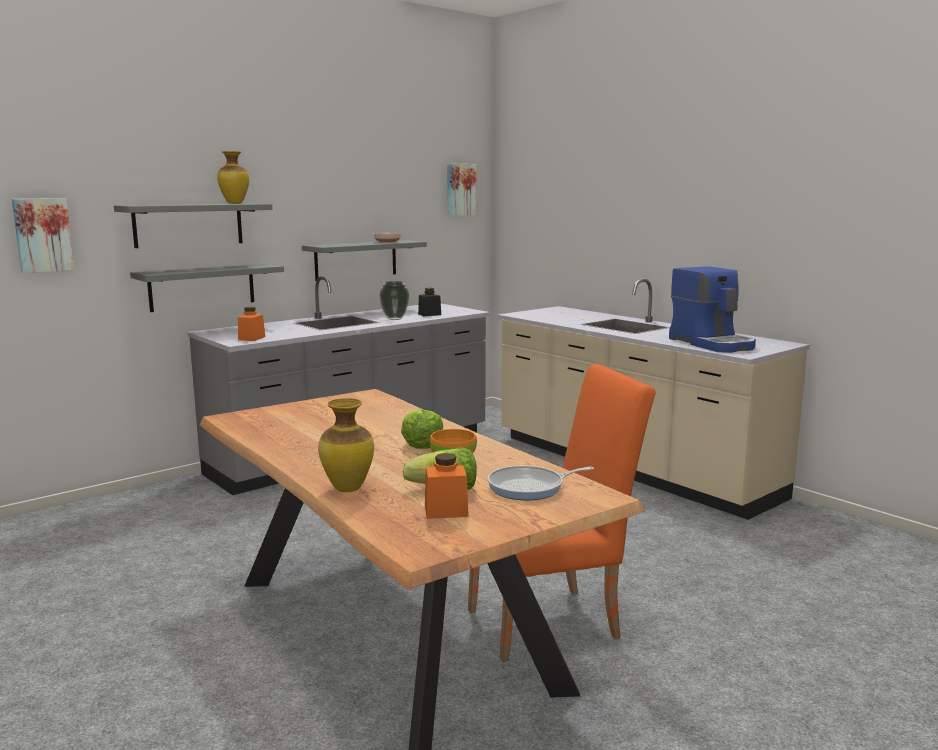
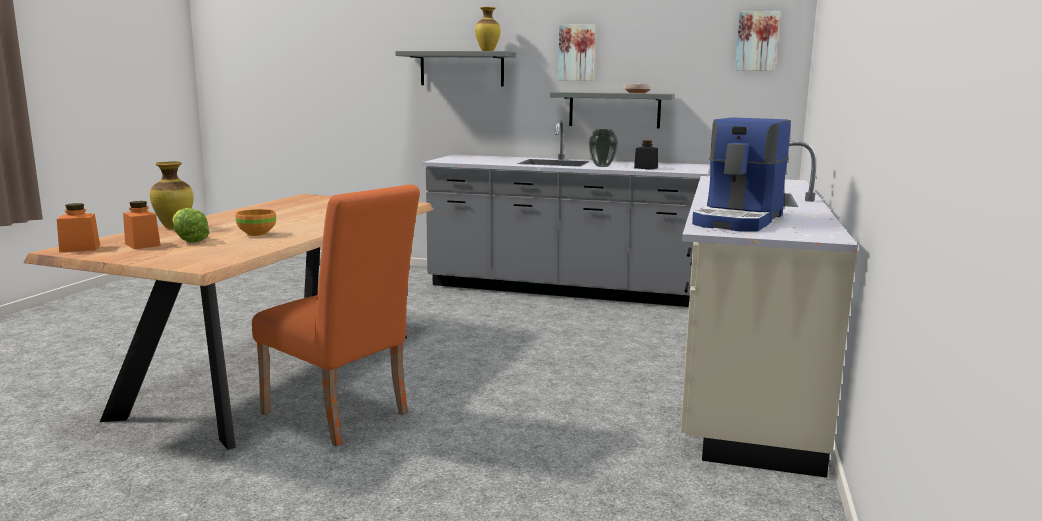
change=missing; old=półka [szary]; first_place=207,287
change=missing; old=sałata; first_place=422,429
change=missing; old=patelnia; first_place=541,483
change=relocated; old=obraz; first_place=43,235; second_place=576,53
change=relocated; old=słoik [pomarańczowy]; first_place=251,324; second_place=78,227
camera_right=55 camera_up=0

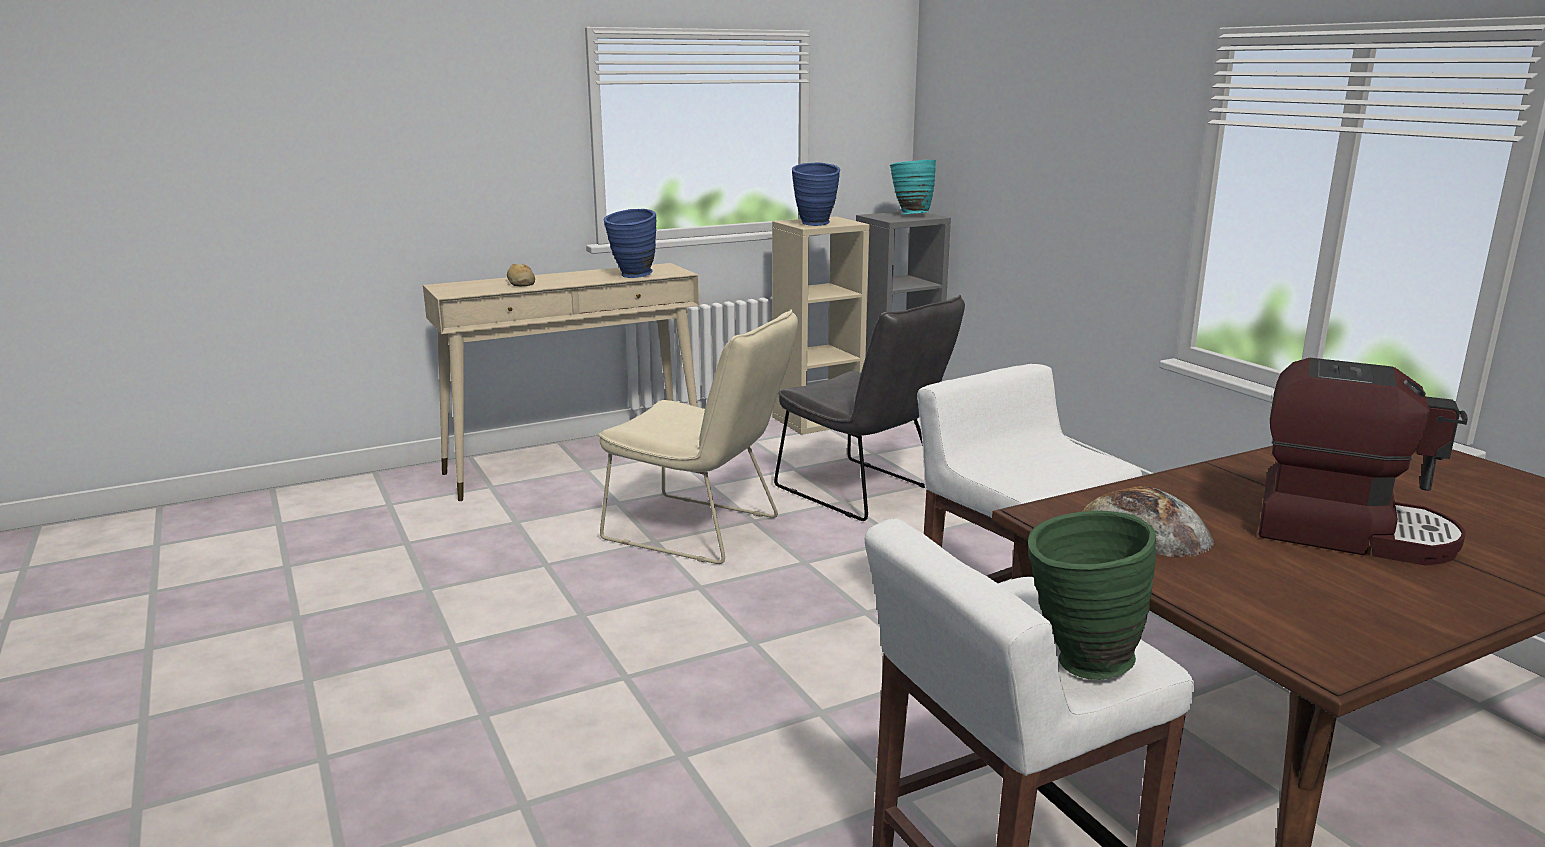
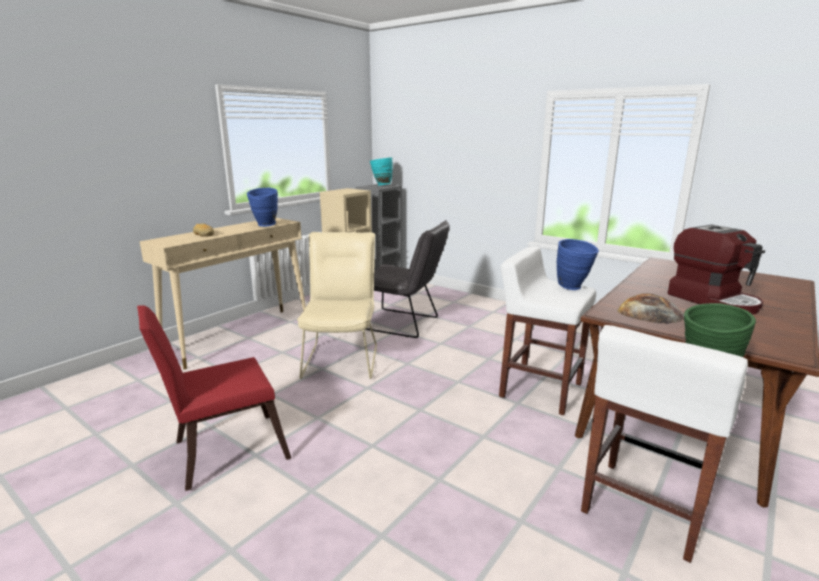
change=appeared; new=krzesło [czerwony]; second_place=214,398
change=relocated; old=wazon [niebieski]; first_place=816,194; second_place=578,264
change=spun; old=krzesło [beżowy]; first_place=698,436; second_place=337,305; degrees=-90
change=spun; old=ekspres do kawy; first_place=1363,462; second_place=716,269; degrees=60
camera_right=-25 camera_up=0

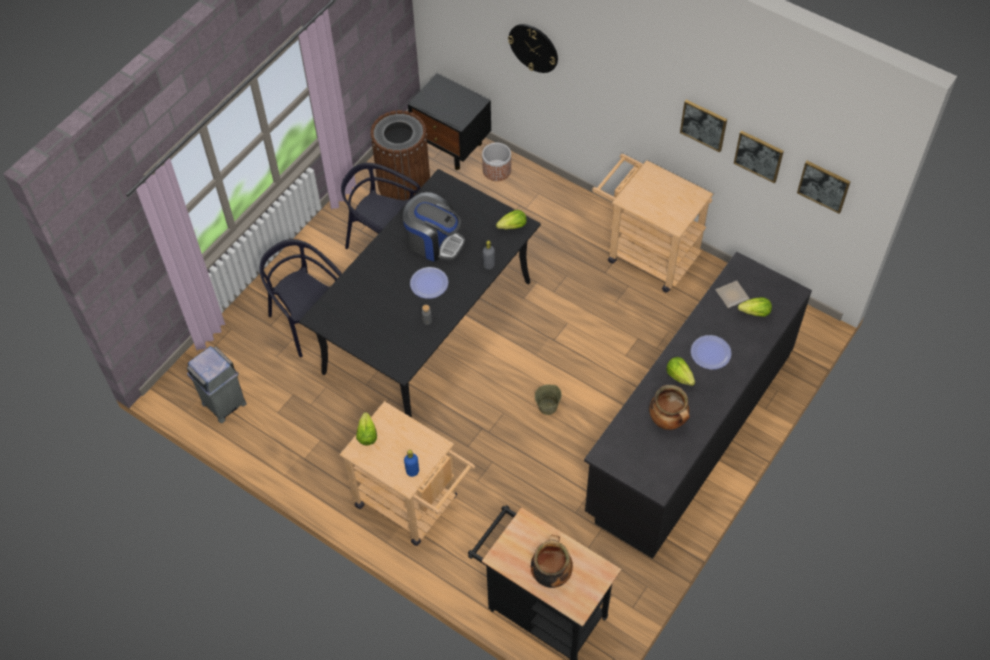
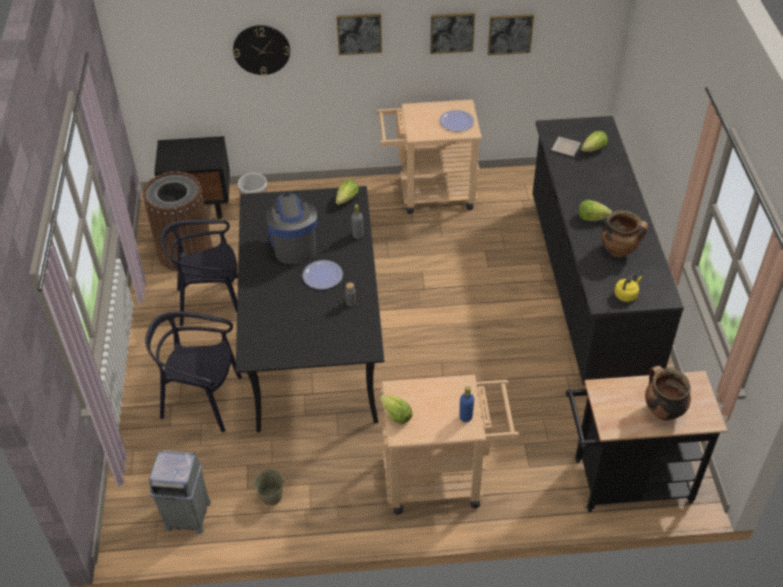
change=appeared; new=czajnik [żółty]; second_place=628,288
change=relocated; old=wiadro [beżowy]; first_place=548,399; second_place=269,487
change=relocated; old=talerz; first_place=711,352; second_place=456,121
change=relocated; old=obraz; first_place=824,187; second_place=359,34
change=spun; old=ekspres do kawy; first_place=434,227; second_place=291,228; degrees=-90
camera_right=-40 camera_up=-10

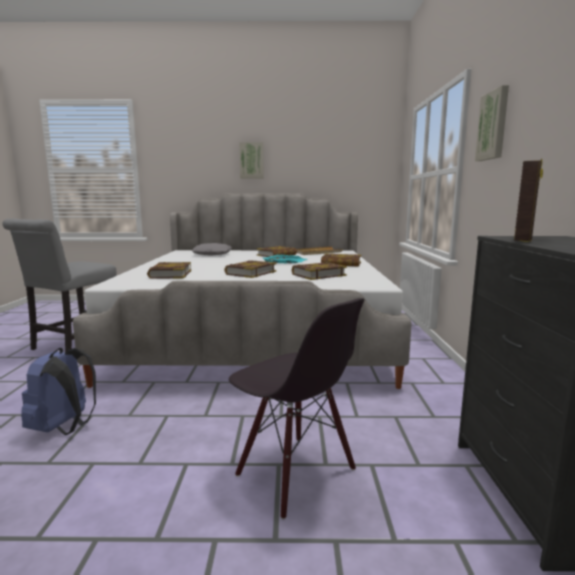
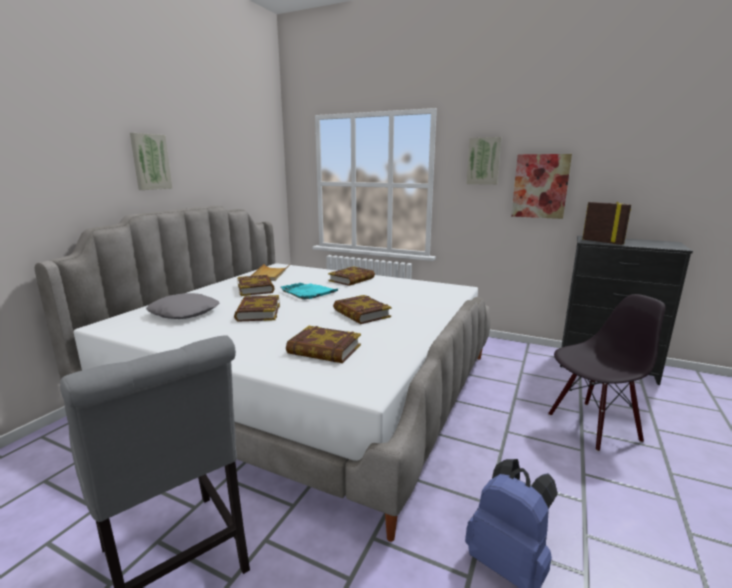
change=appeared; new=obraz; second_place=541,186
change=relocated; old=książka; first_place=319,271; second_place=257,308
camera_right=-65 camera_up=5

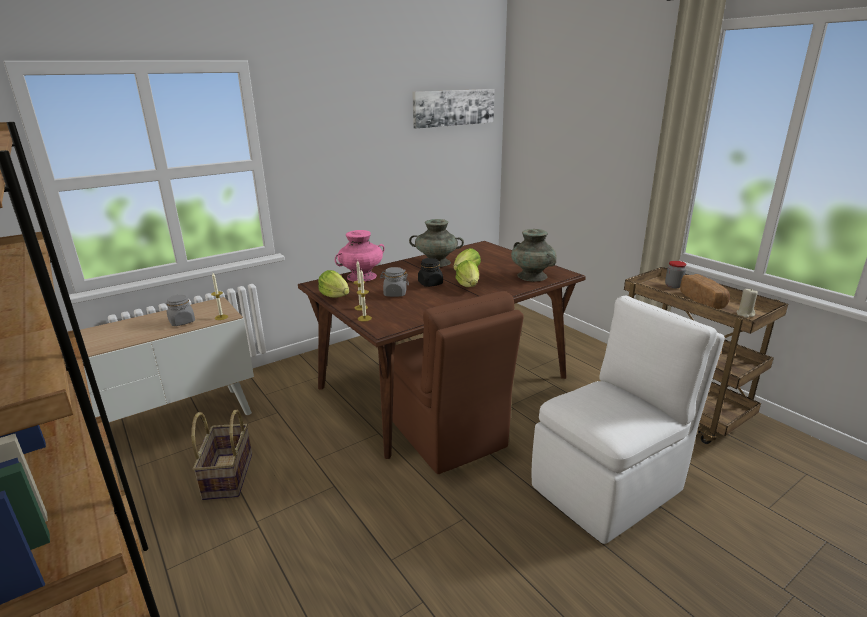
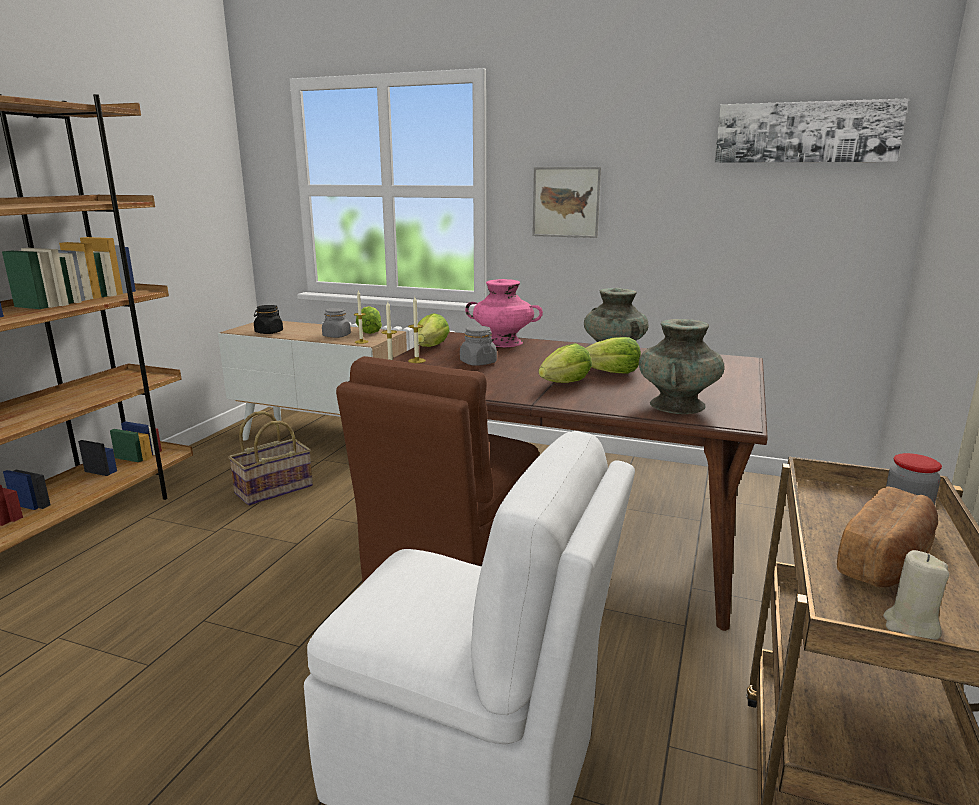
change=appeared; new=sałata; second_place=369,320
change=appeared; new=obraz; second_place=566,202
change=relocated; old=słoik [czarny]; first_place=430,272; second_place=268,319
camera_right=55 camera_up=-5

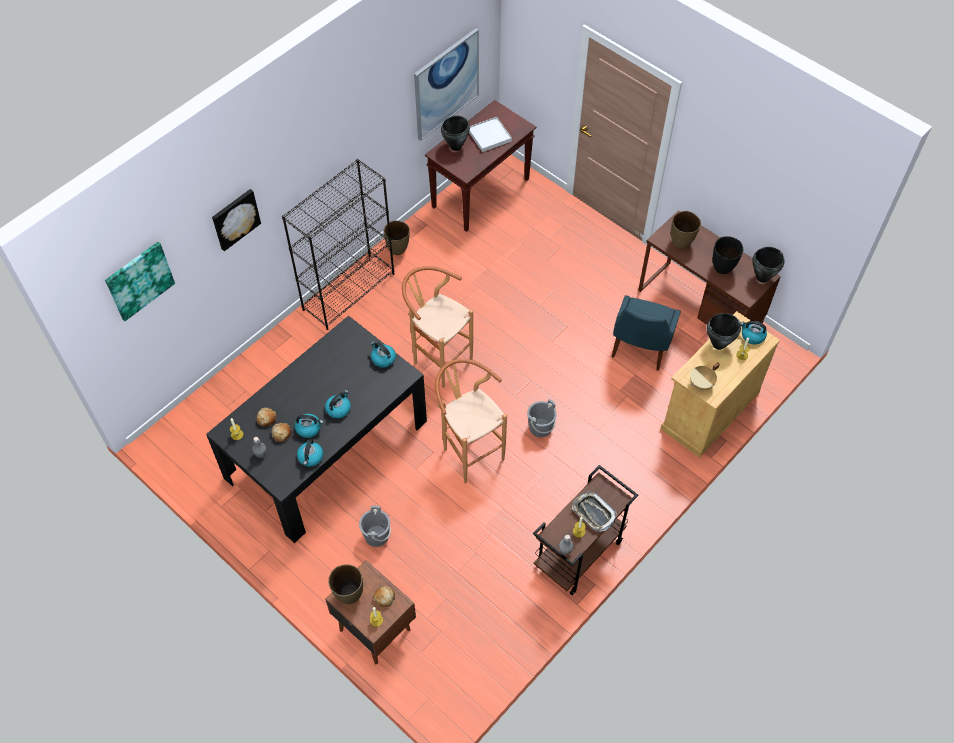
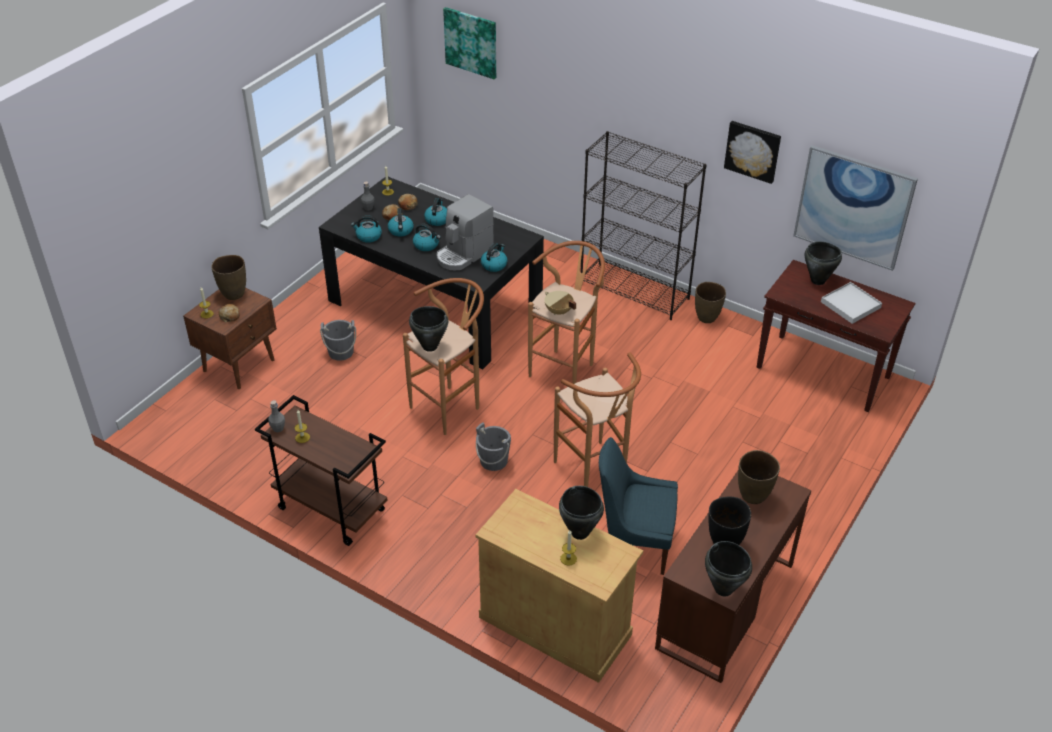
change=missing; old=taca; first_place=594,511
change=appeared; new=garnek [czarny]; second_place=428,329
change=appeared; new=ekspres do kawy; second_place=465,232
change=appeared; new=stołek [brązowy]; second_place=597,420
change=relocated; old=obraz; first_place=236,220; second_place=752,152
change=relocated; old=garnek [beżowy]; first_place=705,376; second_place=560,303
change=relocated; old=czajnik; first_place=753,332; second_place=435,212
camera_right=80 camera_up=-15

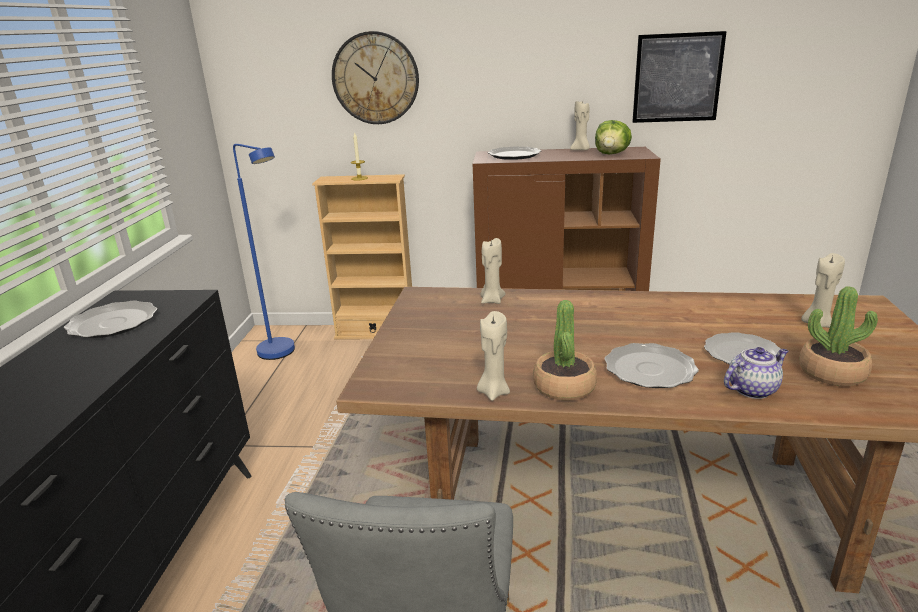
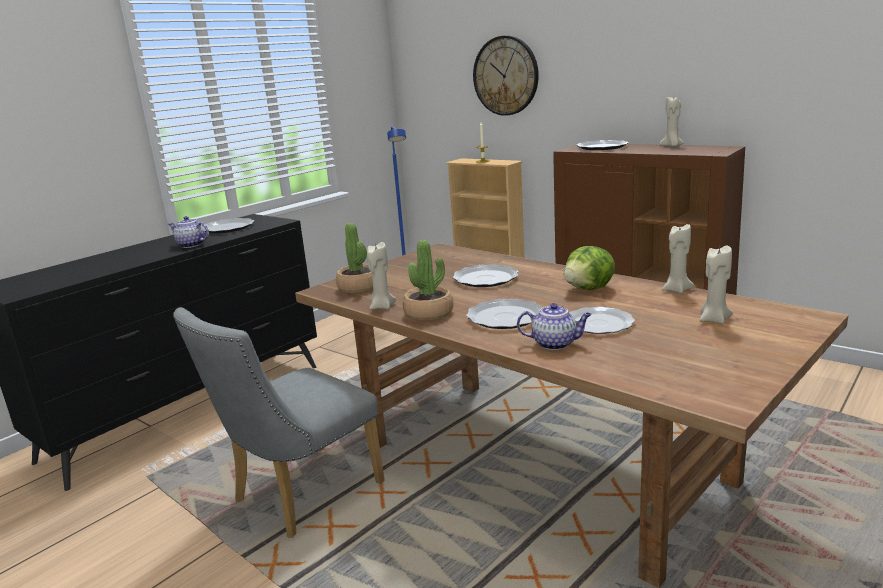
change=missing; old=obraz; first_place=679,77
change=appeared; new=imbryk; second_place=189,232
change=appeared; new=talerz; second_place=485,275
change=relocated; old=świeca [beżowy]; first_place=493,271; second_place=678,259
change=relocated; old=sałata; first_place=613,137; second_place=589,268
change=relocated; old=roślina doniczkowa; first_place=838,336; second_place=354,258
camera_right=35 camera_up=-5

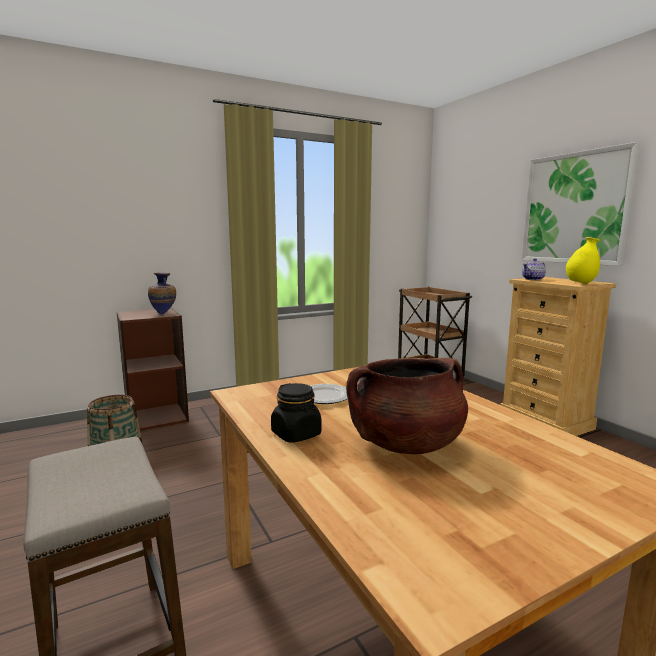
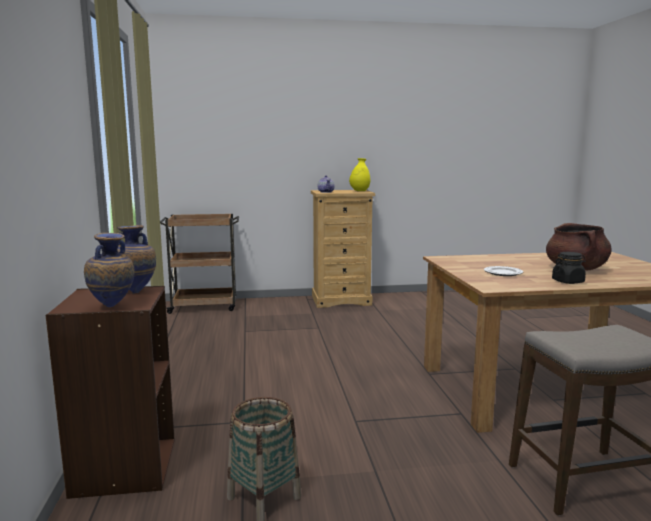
change=missing; old=obraz; first_place=581,204
change=appeared; new=wazon; second_place=109,270
camera_right=-70 camera_up=0

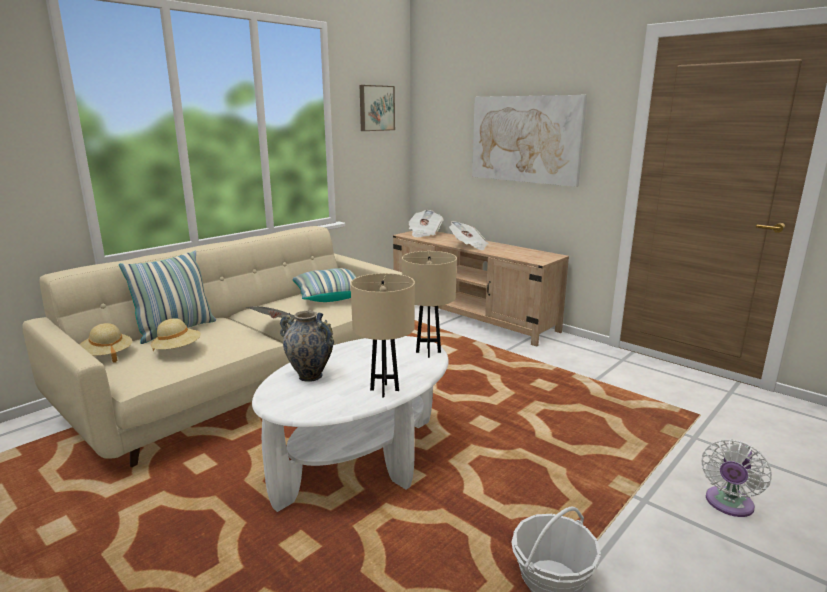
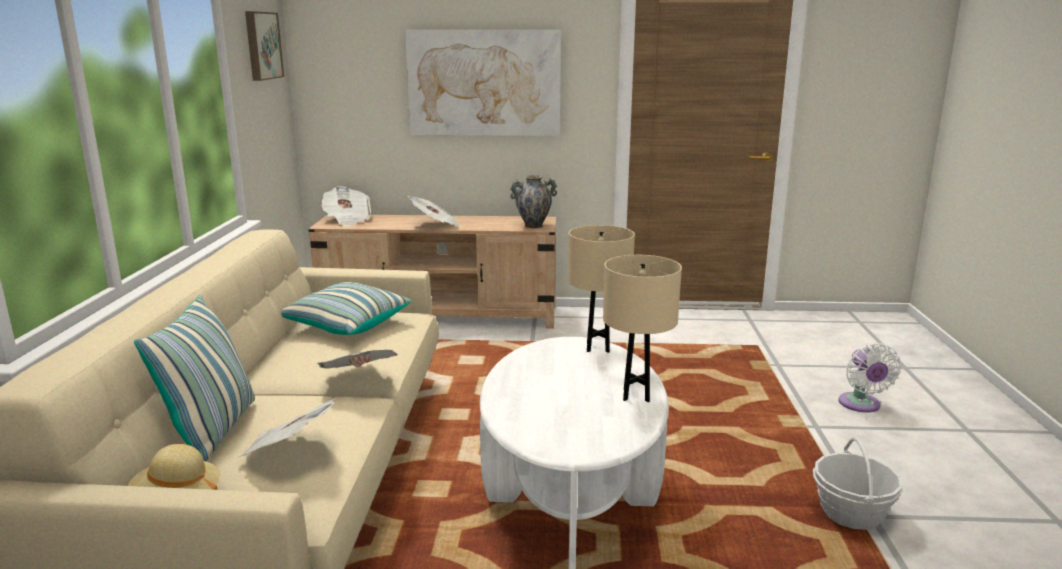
change=relocated; old=wazon; first_place=307,346; second_place=533,201
change=exchanged; old=kapelusz [beżowy]; new=gazeta; first_place=176,334; second_place=286,428
camera_right=-40 camera_up=0

